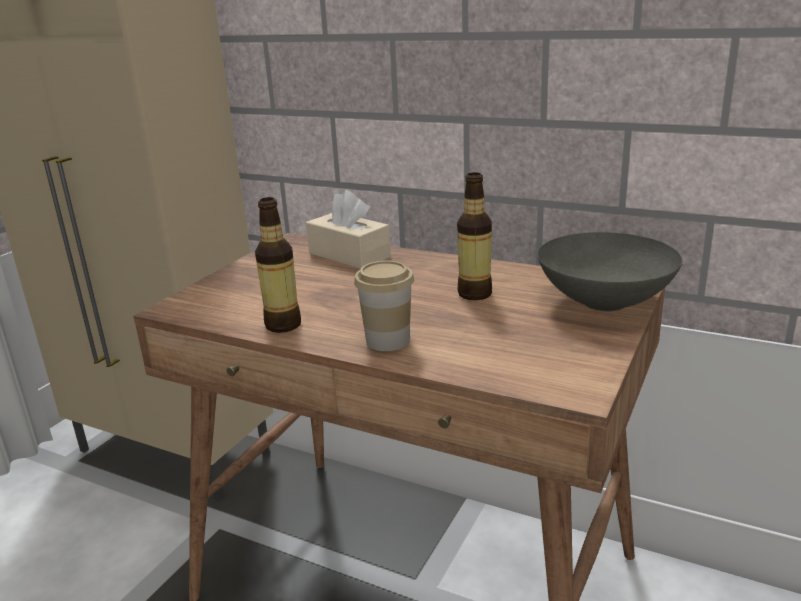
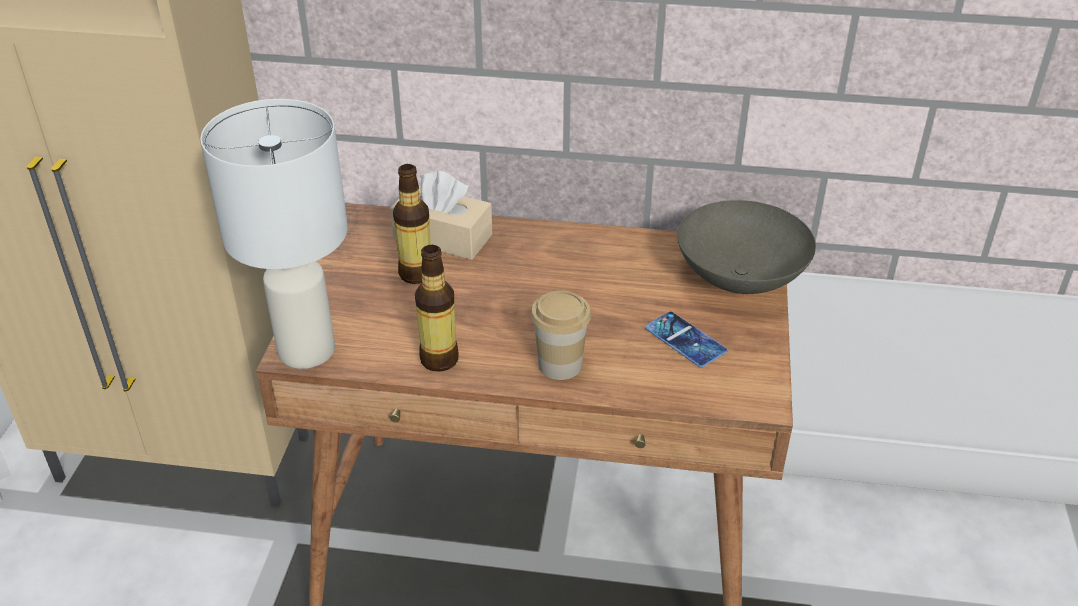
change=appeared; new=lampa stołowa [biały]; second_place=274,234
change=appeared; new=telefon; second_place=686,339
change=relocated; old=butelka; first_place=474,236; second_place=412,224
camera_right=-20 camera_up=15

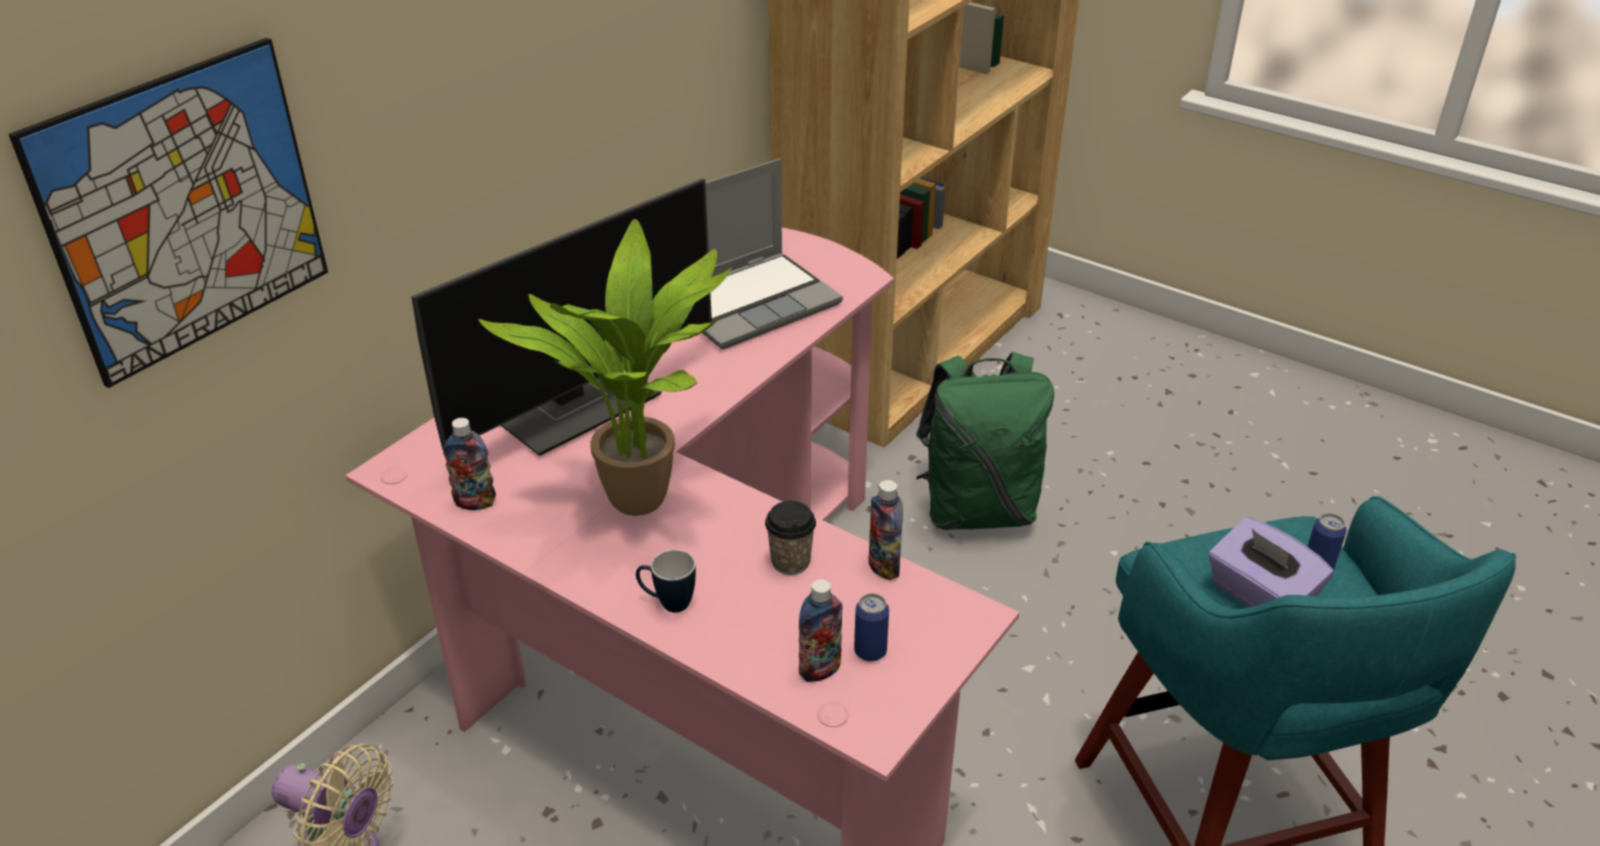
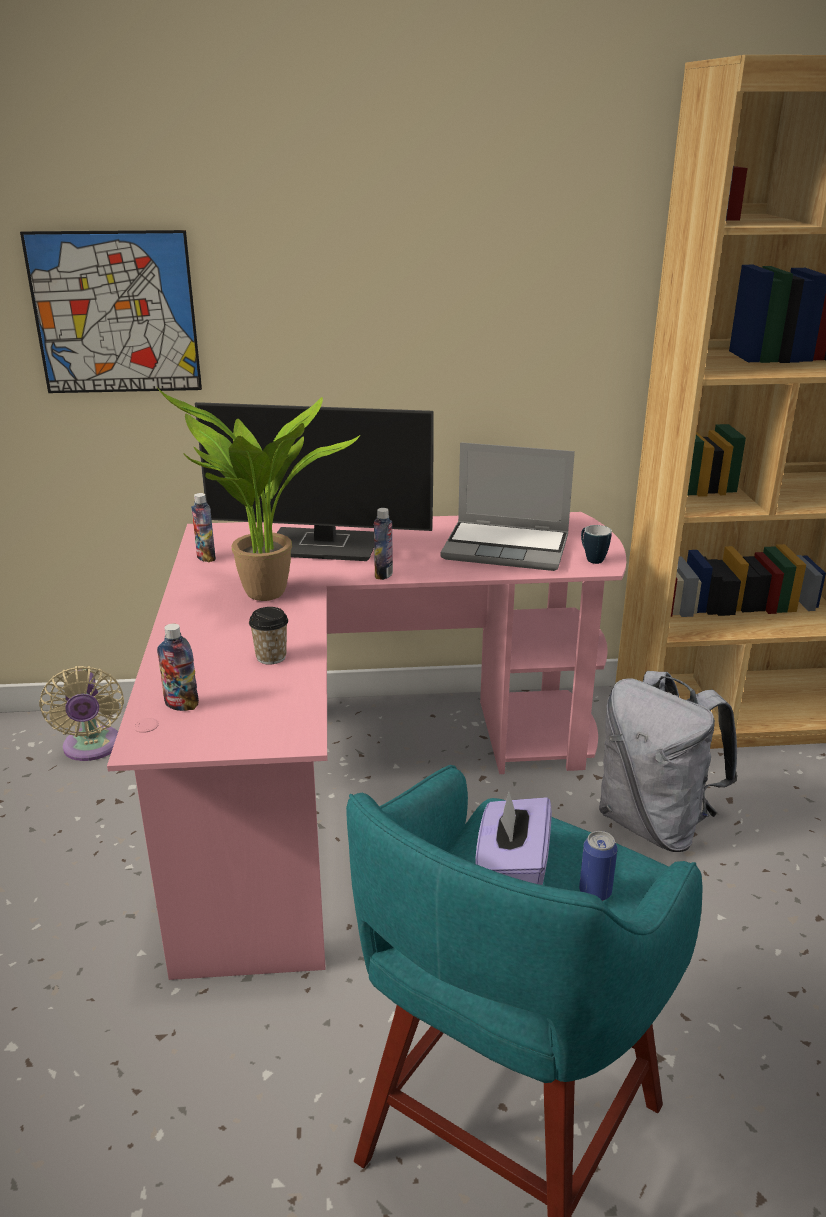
change=missing; old=puszka; first_place=871,627
change=relocated; old=kubek; first_place=666,581; second_place=596,544
change=relocated; old=butelka; first_place=885,530; second_place=383,544
change=colour; old=plecak [zielony]; new=plecak [szary]; first_place=985,441; second_place=668,761
camera_right=50 camera_up=-10

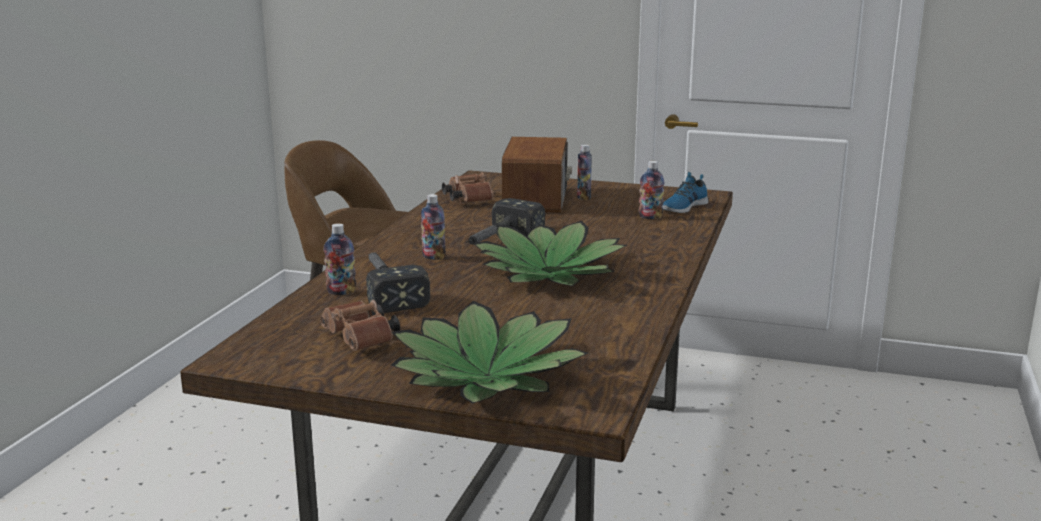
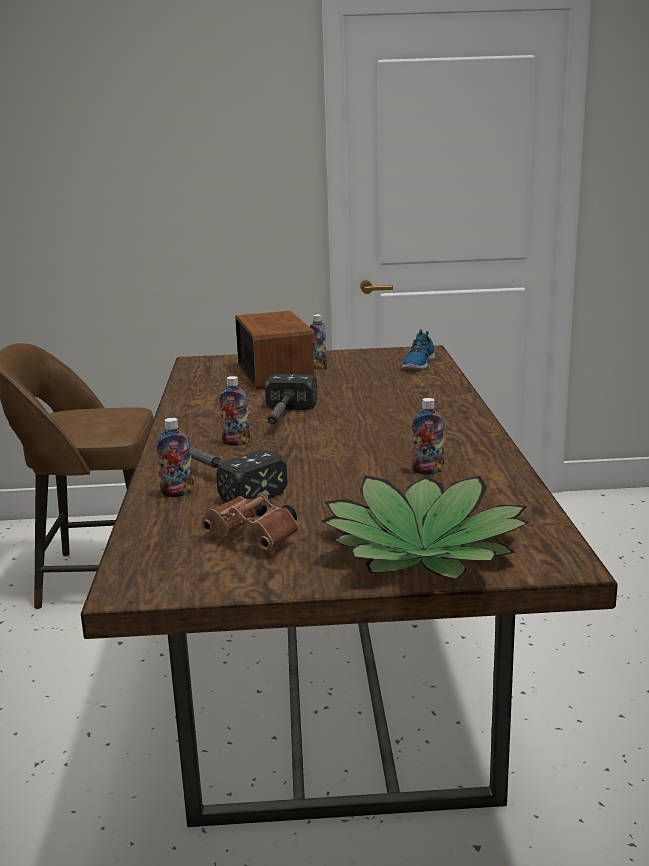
change=missing; old=lornetka [brązowy]; first_place=468,188
change=missing; old=roślina doniczkowa; first_place=550,253
change=relocated; old=butelka; first_place=651,190; second_place=428,436
camera_right=-20 camera_up=0

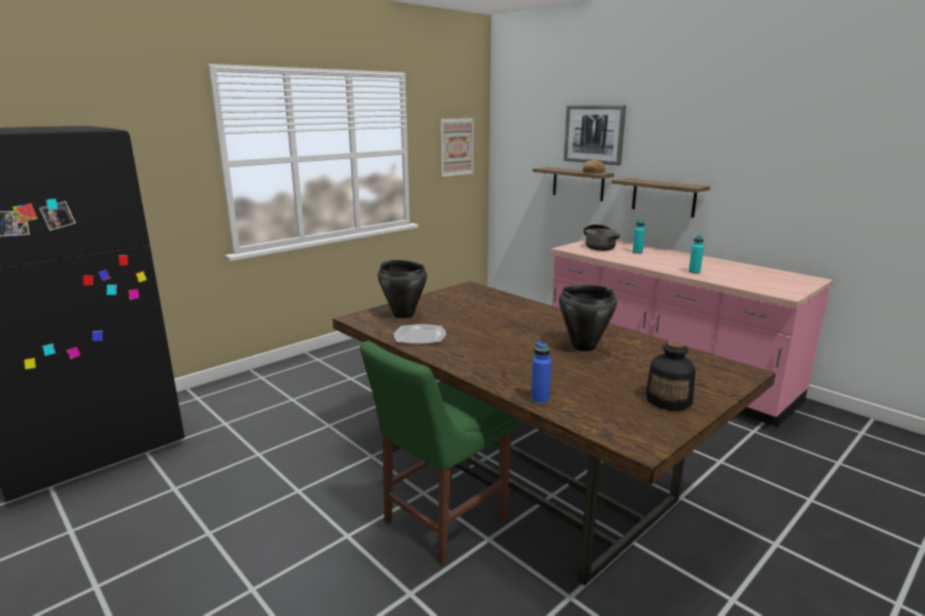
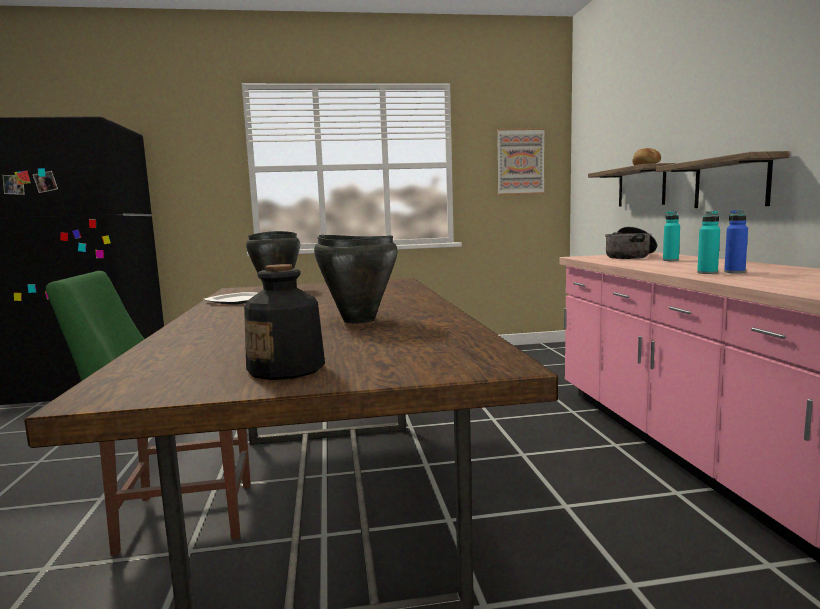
change=missing; old=obraz; first_place=595,135
change=relocated; old=butelka [niebieski]; first_place=541,373; second_place=736,241
camera_right=35 camera_up=-10

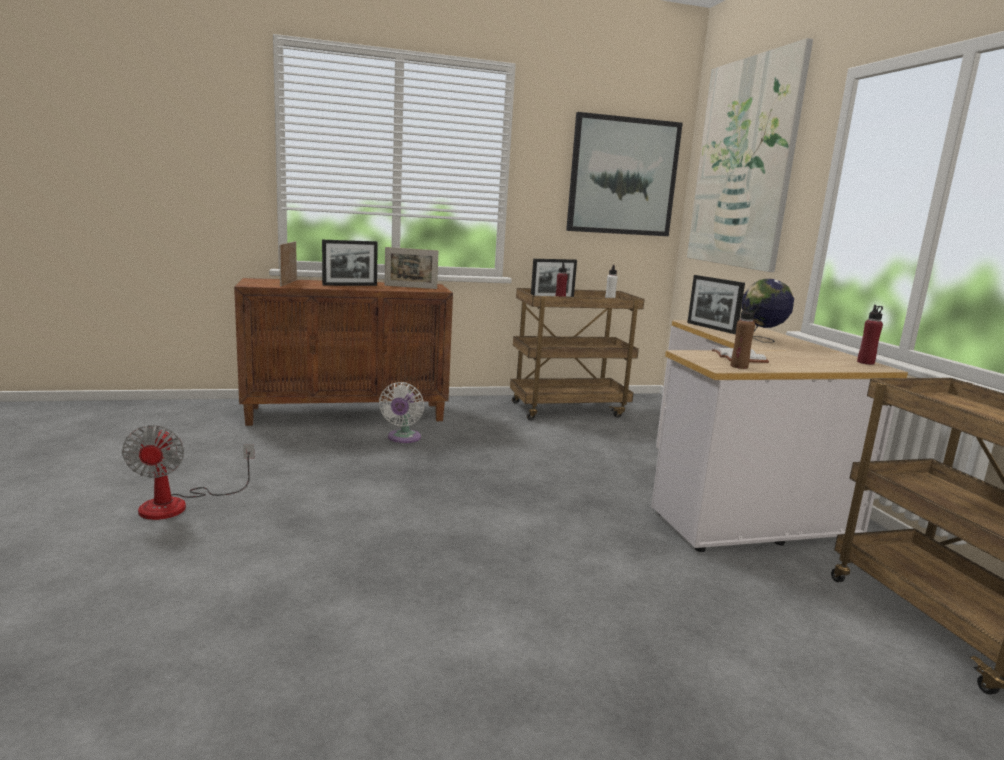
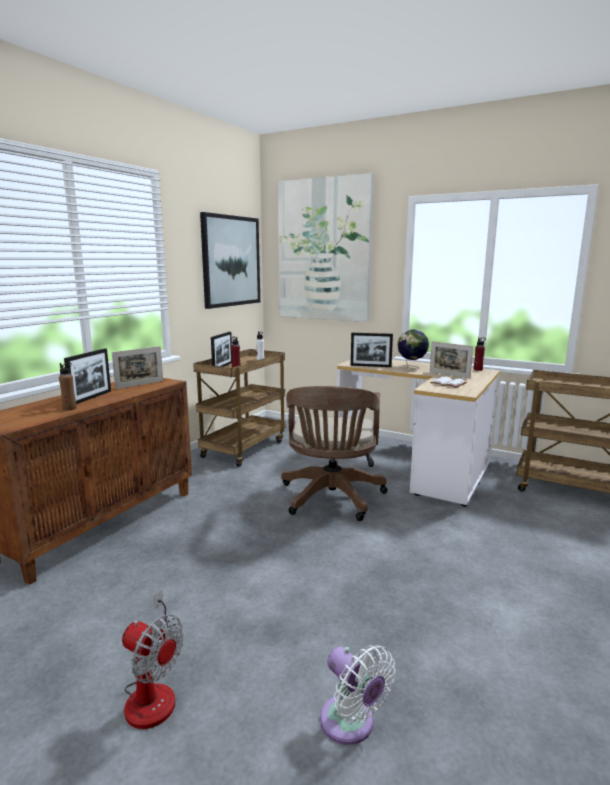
change=appeared; new=krzesło biurowe [brązowy]; second_place=334,453
change=relocated; old=ramka na zdjęcie; first_place=288,263; second_place=451,359
change=relocated; old=wentylator [biały]; first_place=401,412; second_place=357,695
change=relocated; old=butelka [brązowy]; first_place=745,336; second_place=68,386
camera_right=-45 camera_up=0

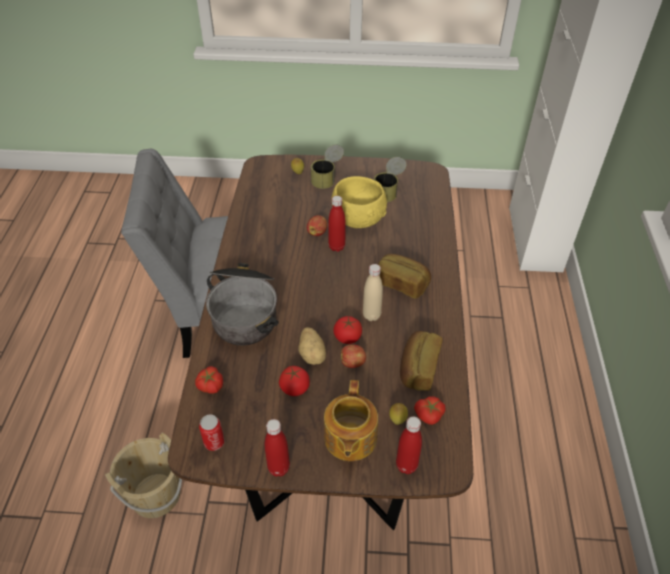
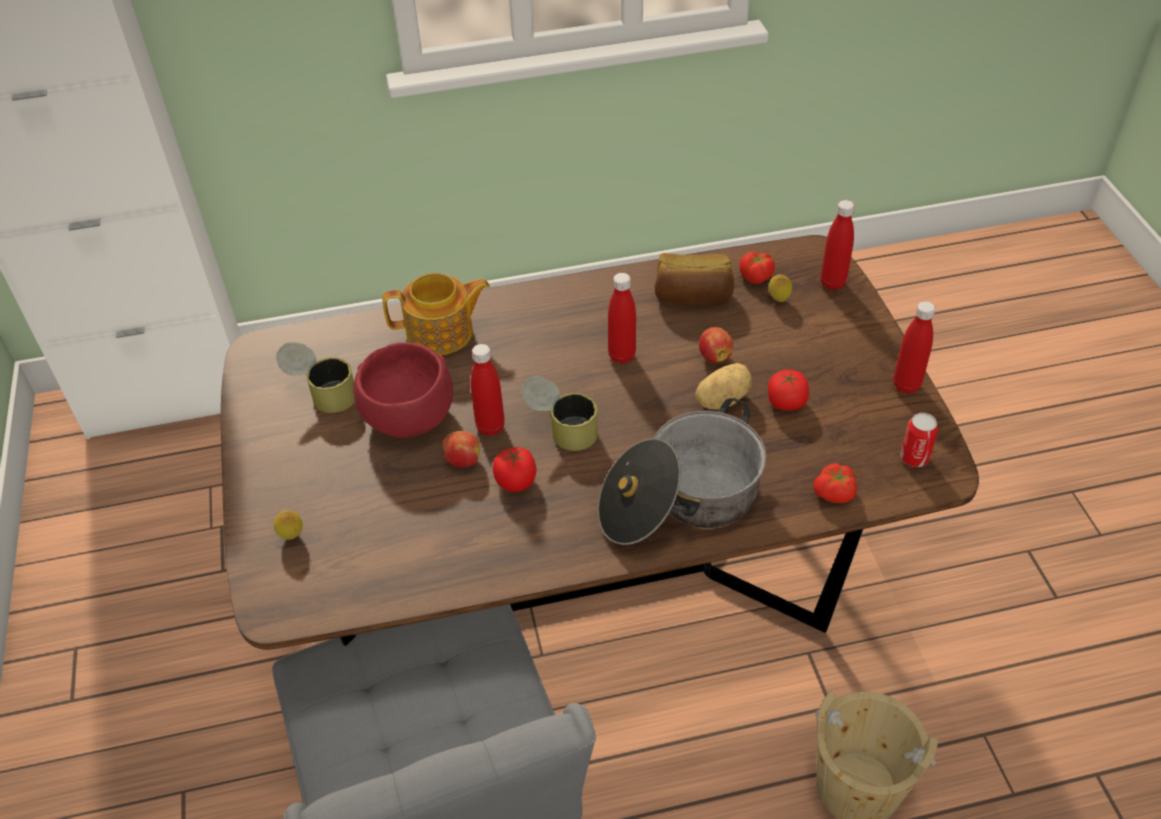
change=missing; old=chleb; first_place=404,276
change=relocated; old=puszka; first_place=327,167; second_place=559,413
change=relocated; old=imbryk; first_place=351,420; second_place=436,314
change=relocated; old=pomidor; first_place=347,330; second_place=514,469
change=colour; old=miska [żółty]; new=miska [czerwony]; first_place=359,202; second_place=403,390
change=colour; old=butelka [beżowy]; new=butelka [czerwony]; first_place=373,292; second_place=622,318
camera_right=-105 camera_up=0

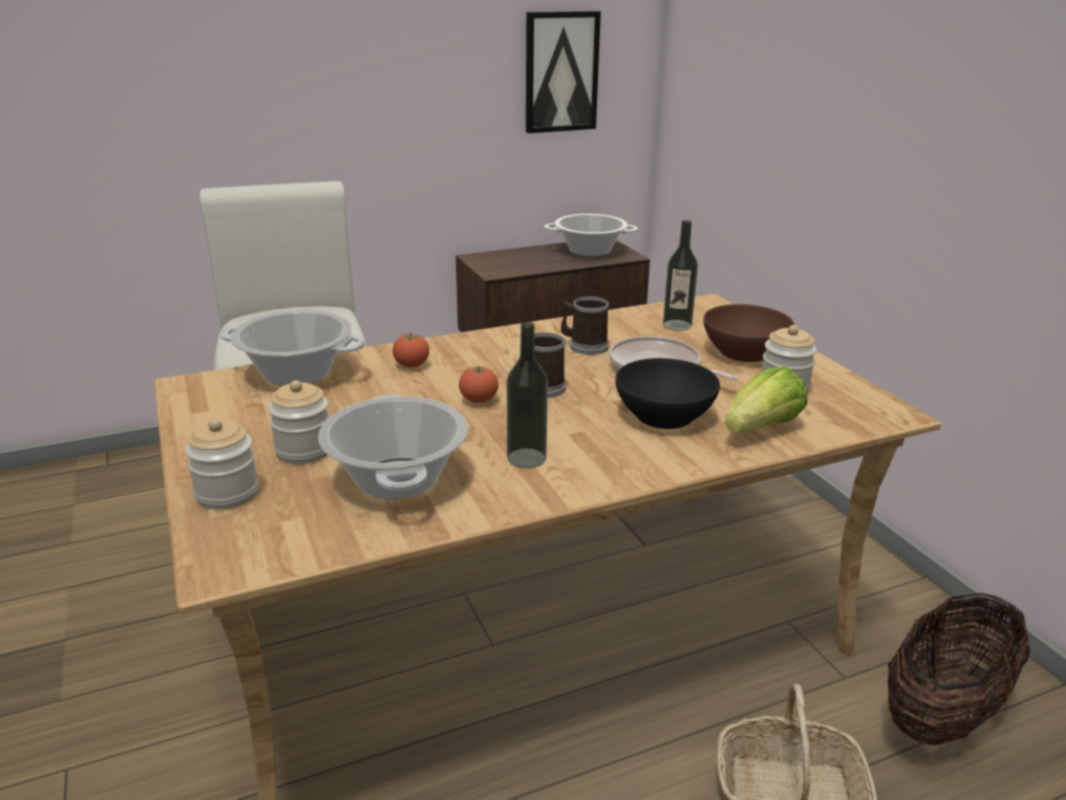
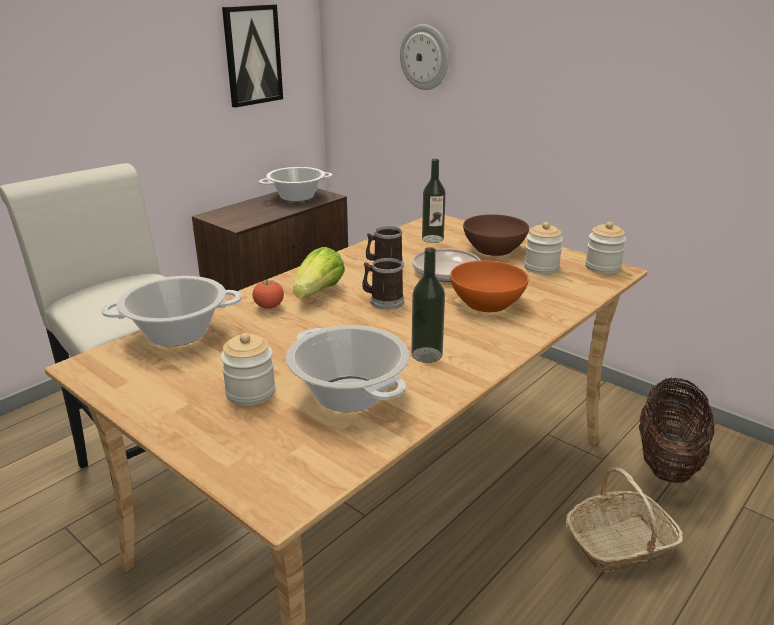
change=missing; old=pomidor; first_place=479,384
change=appeared; new=zegar ścienny; second_place=424,57
change=relocated; old=słoik; first_place=222,464; second_place=605,248
change=relocated; old=sałata; first_place=766,399; second_place=319,272
change=colour; old=miska [czarny]; new=miska [pomarańczowy]; first_place=667,393; second_place=489,286
camera_right=-25 camera_up=0

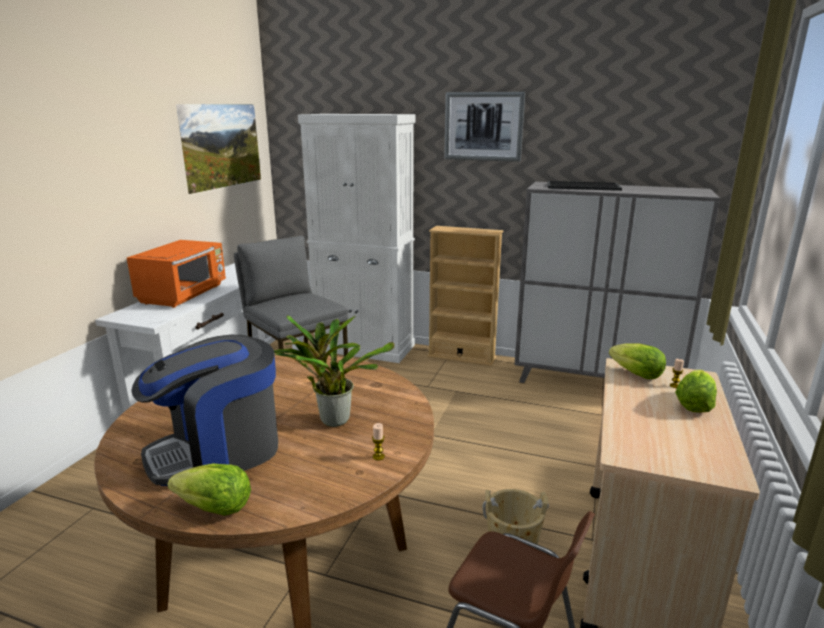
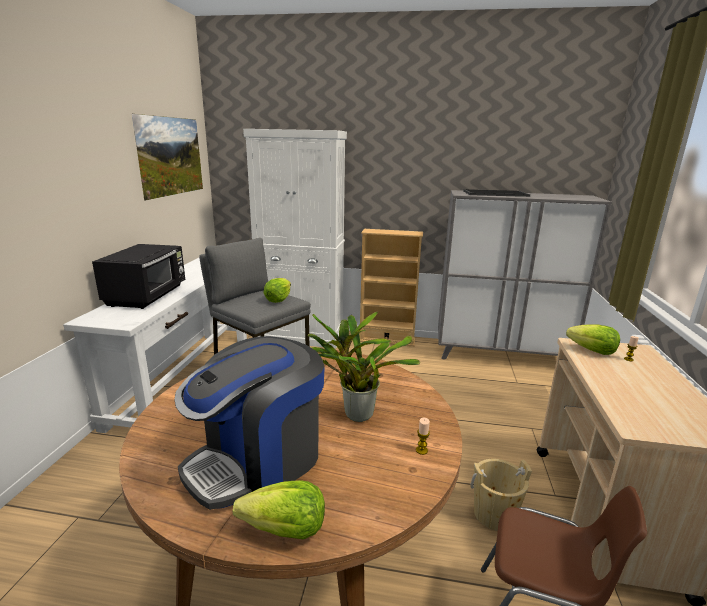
change=missing; old=obraz; first_place=484,127
change=relocated; old=sałata; first_place=696,391; second_place=277,290
change=colour; old=mikrofalówka [pomarańczowy]; new=mikrofalówka [czarny]; first_place=176,274; second_place=138,276
camera_right=-10 camera_up=0

